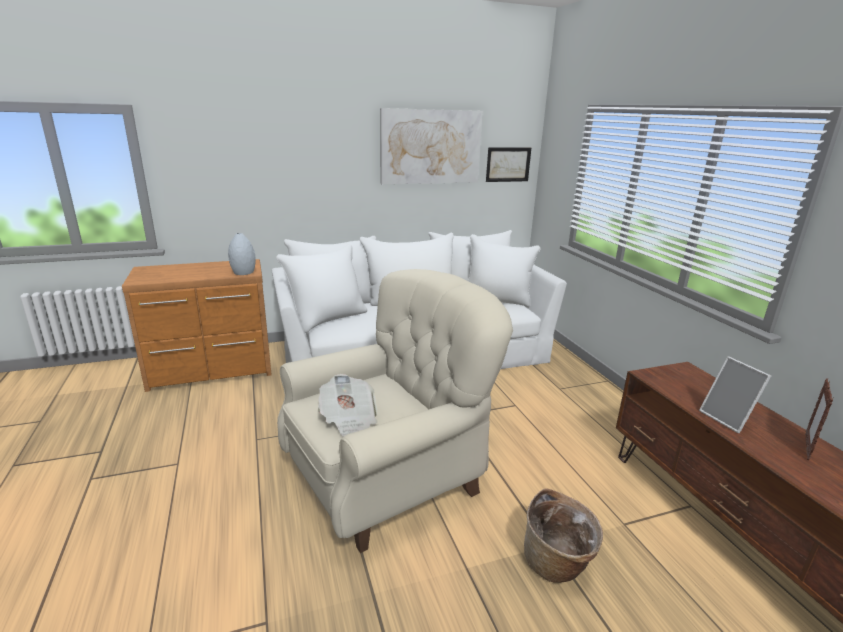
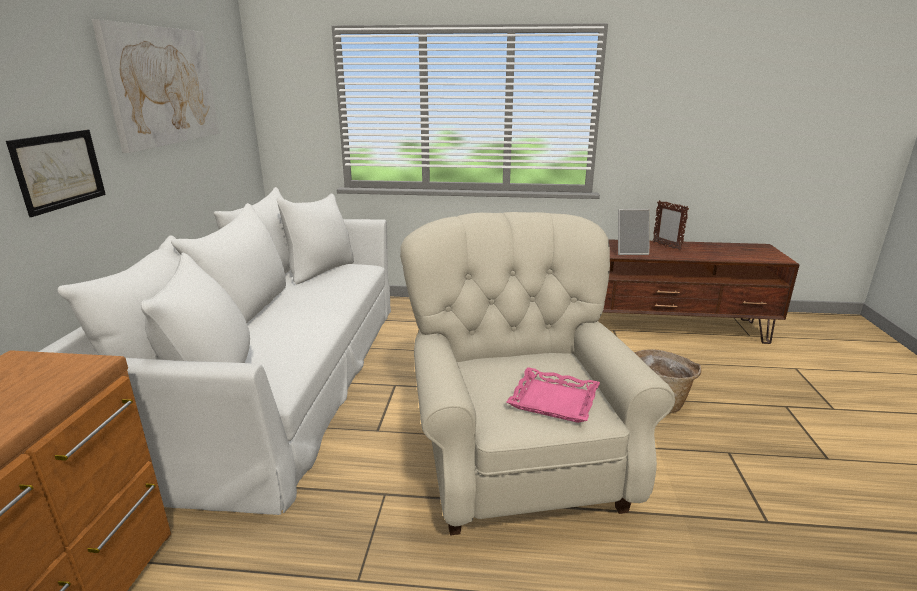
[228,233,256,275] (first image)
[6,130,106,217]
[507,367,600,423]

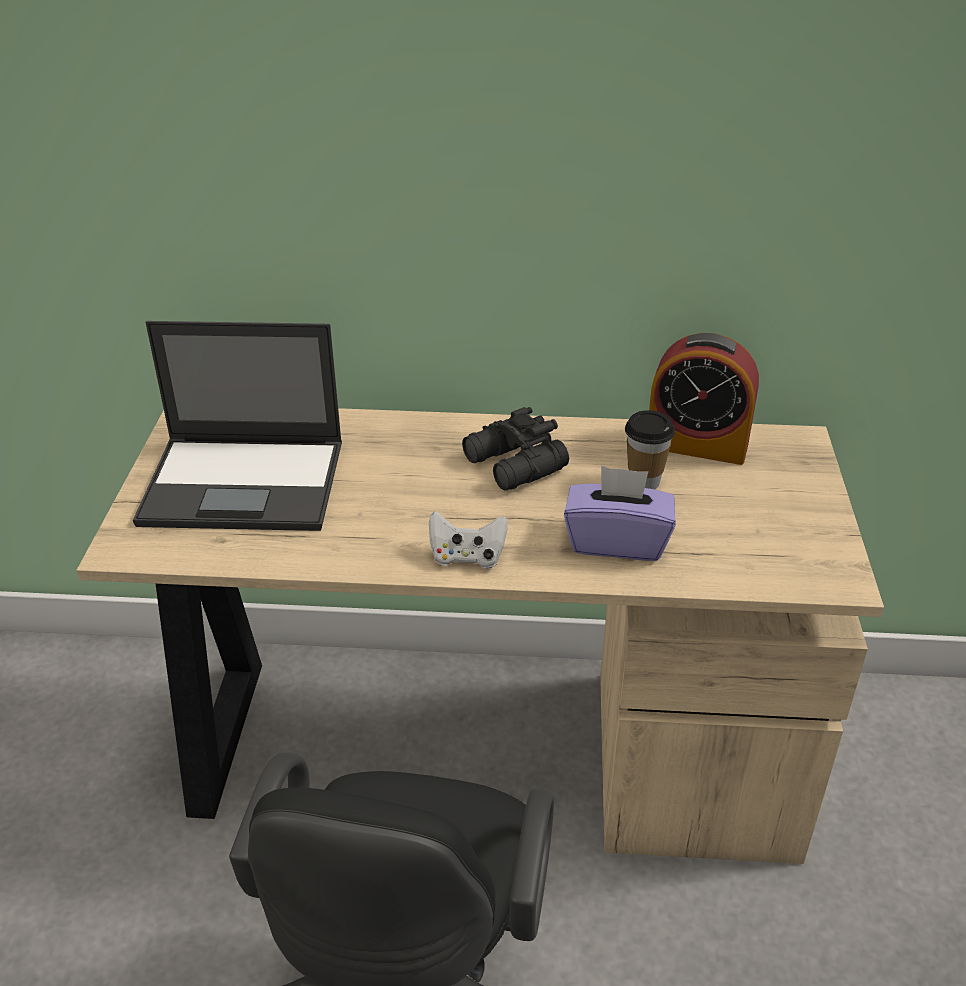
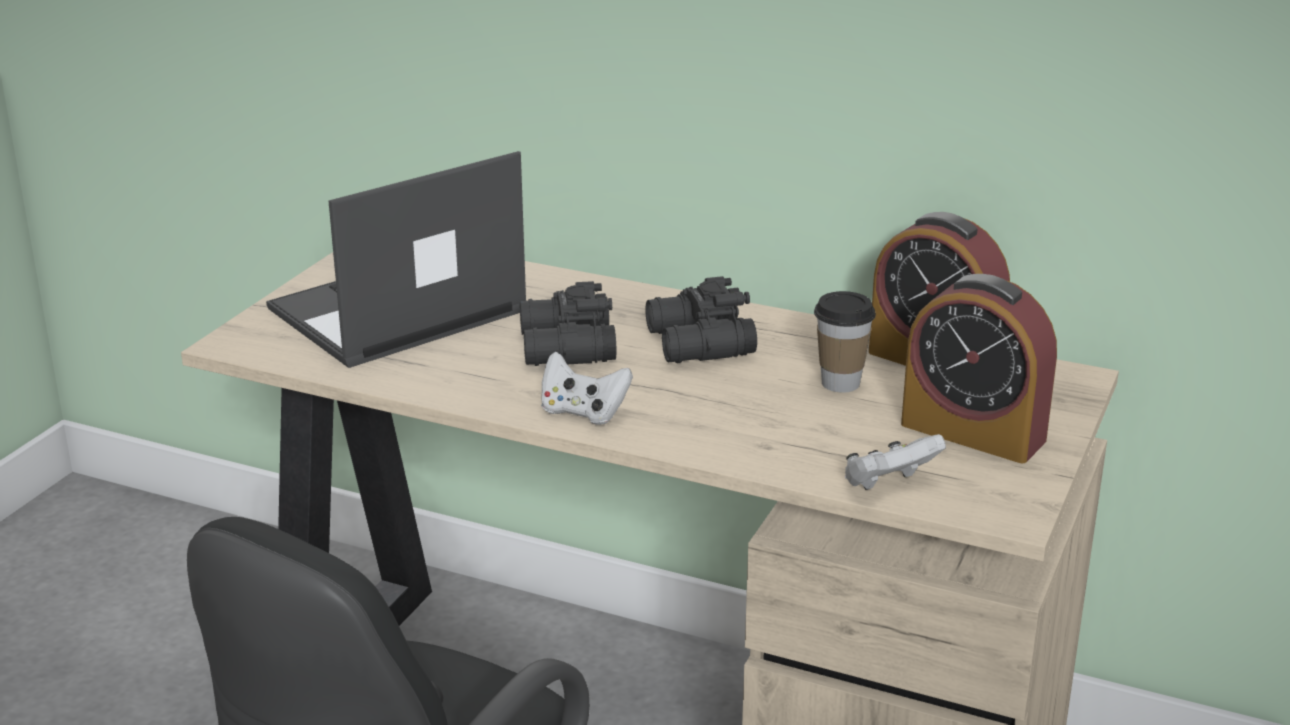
[564,466,676,561] (first image)
[520,281,616,366]
[845,434,946,490]
[901,274,1057,463]
[266,151,526,368]

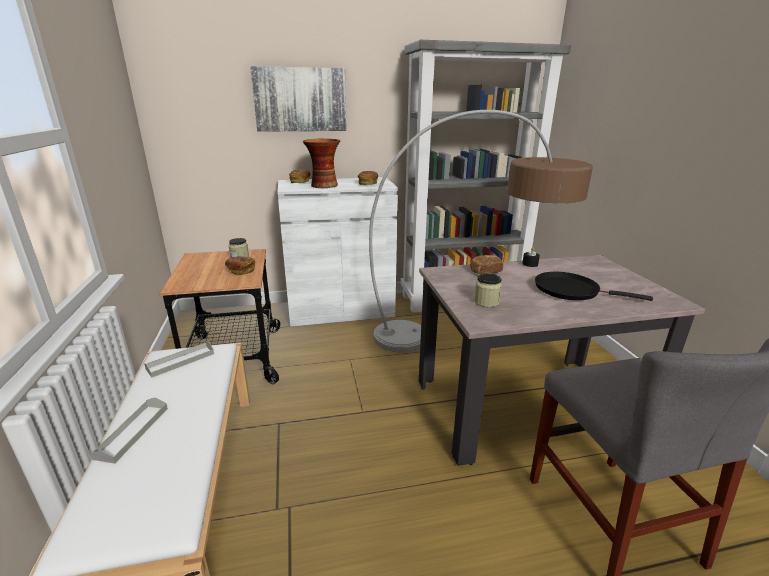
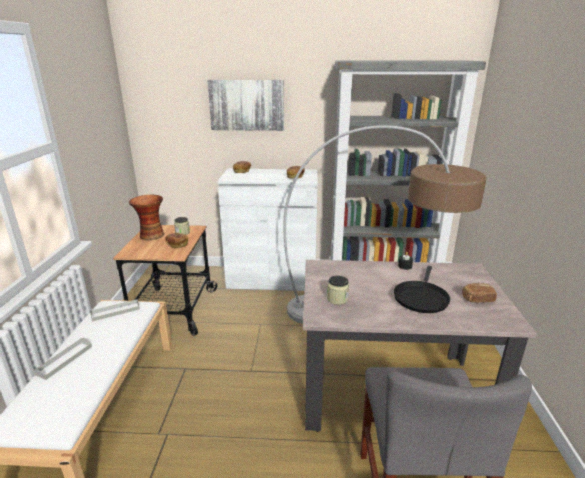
[129,195,164,240]
[462,283,497,303]
[394,266,450,313]

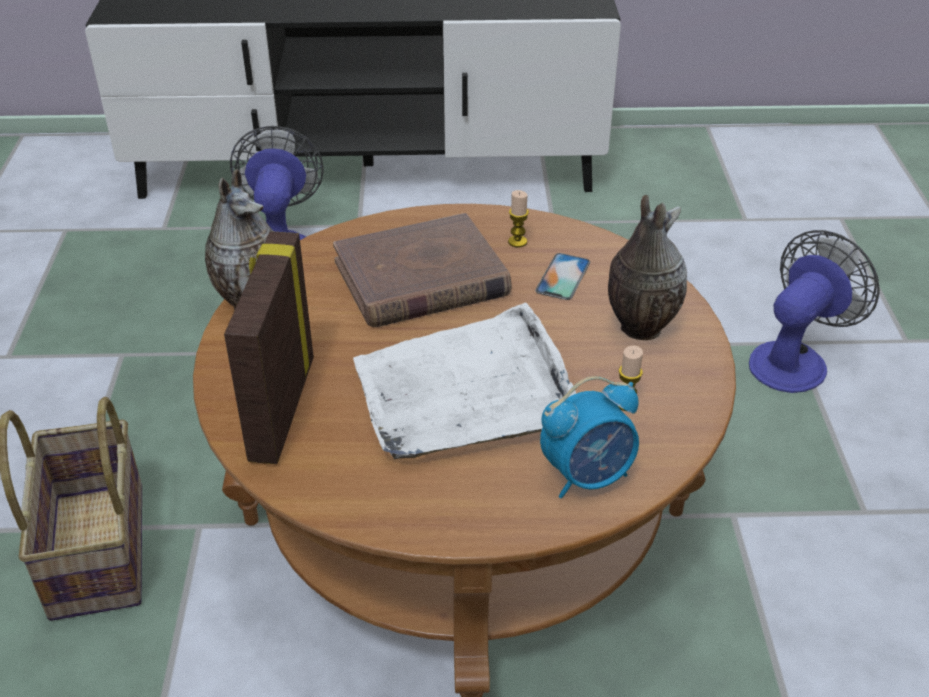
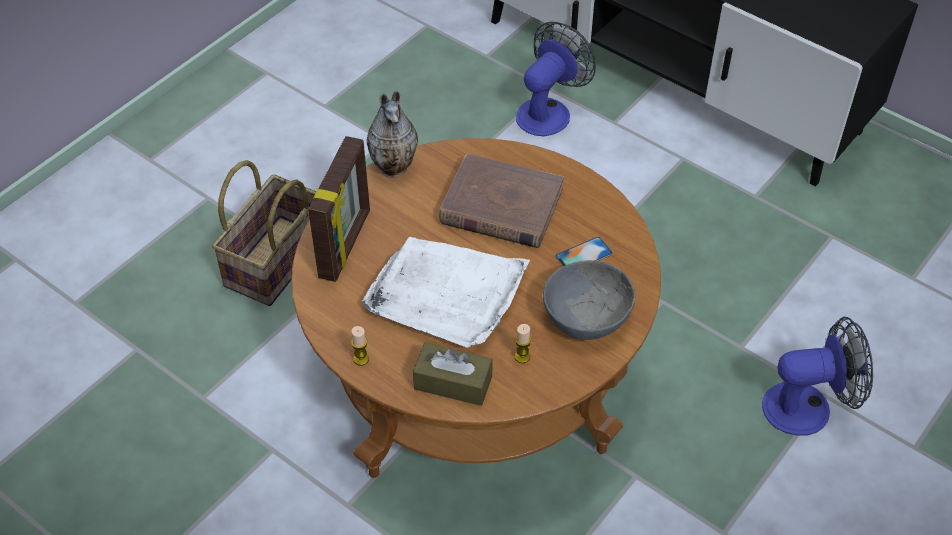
[351,326,369,366]
[413,342,493,406]
[543,260,635,340]
[308,136,370,282]

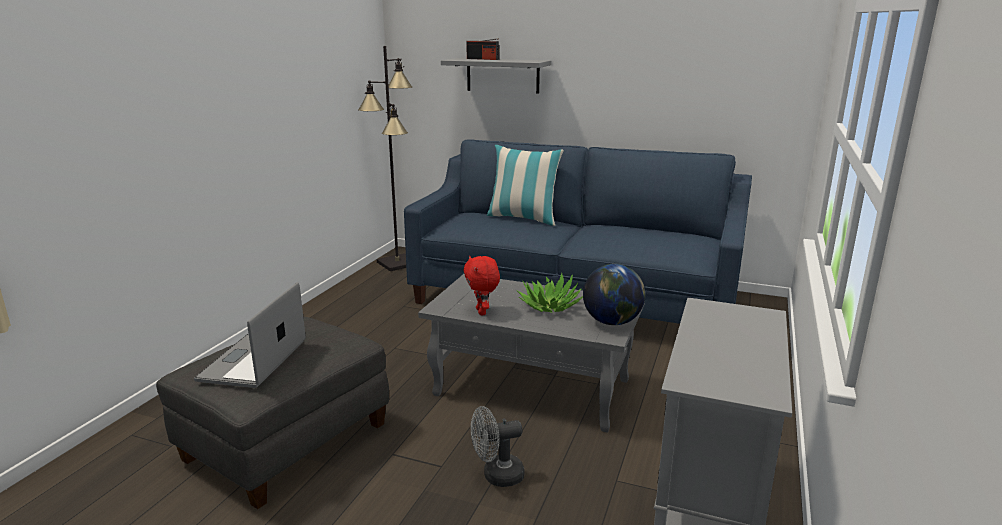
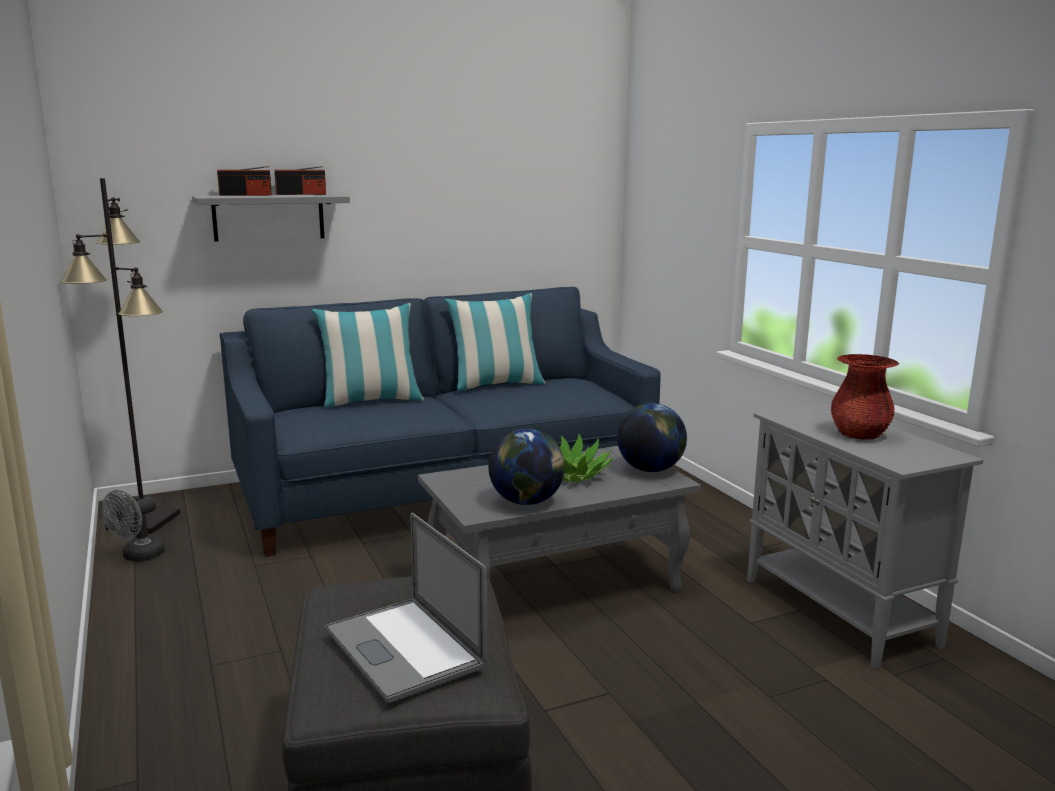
[275,166,326,195]
[444,293,546,391]
[831,354,899,439]
[102,490,165,561]
[489,429,565,505]

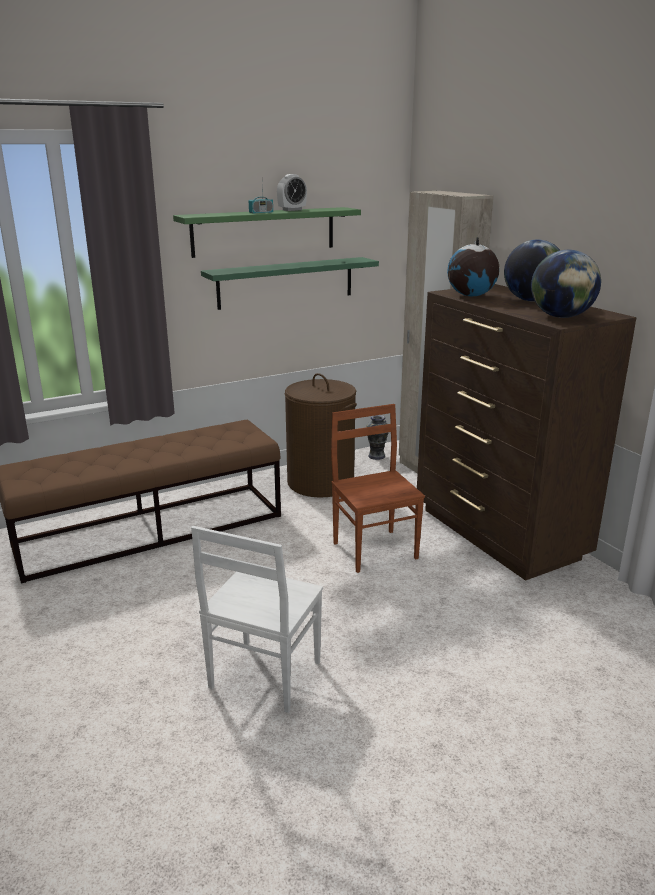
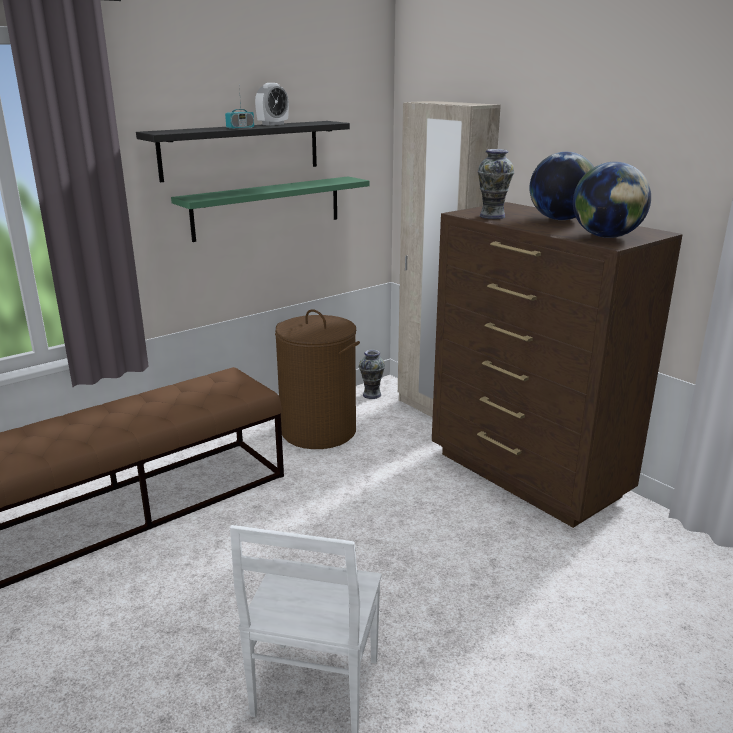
[331,404,425,573] (first image)
[478,149,514,219]
[136,121,350,182]

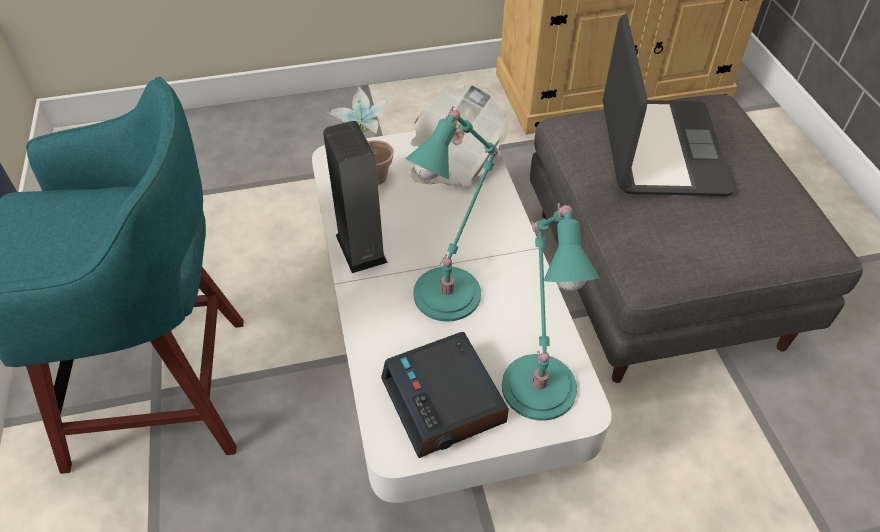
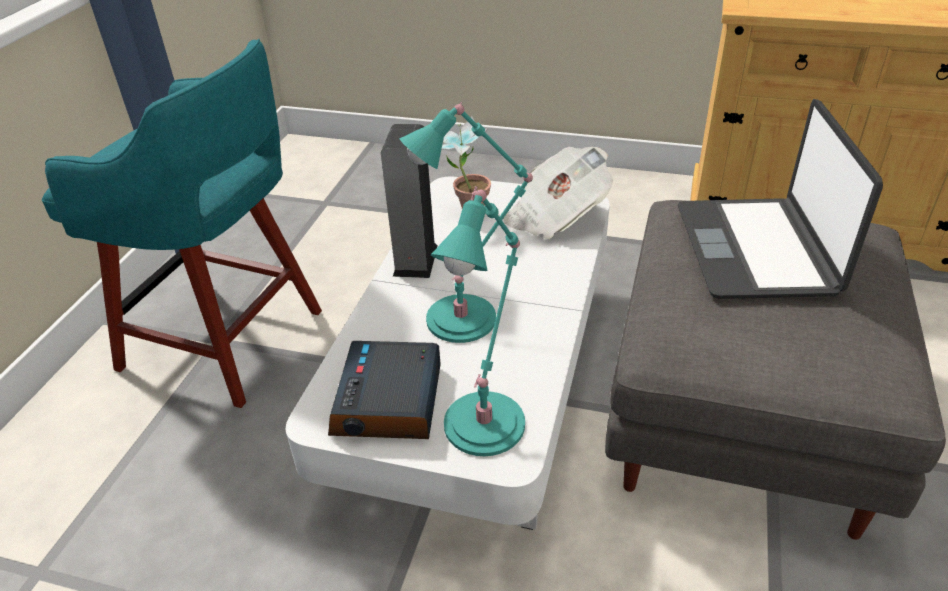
[678,99,883,299]

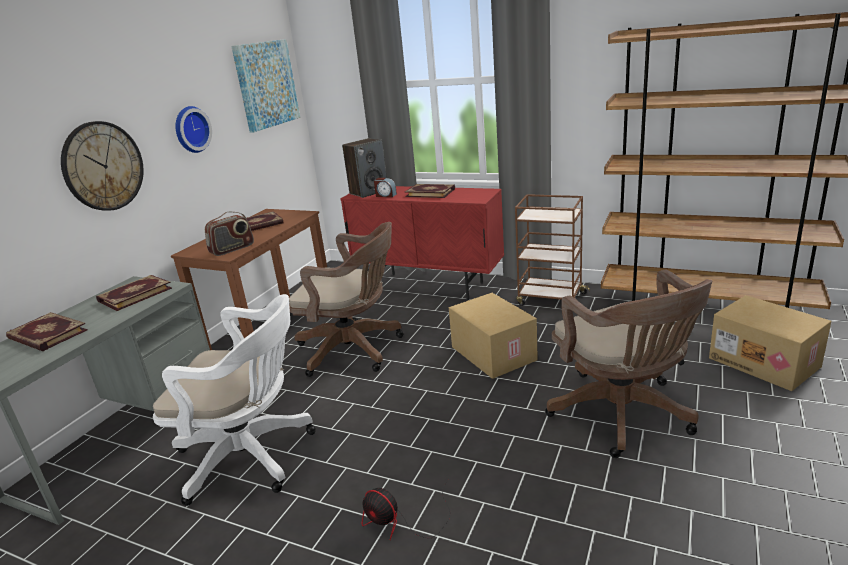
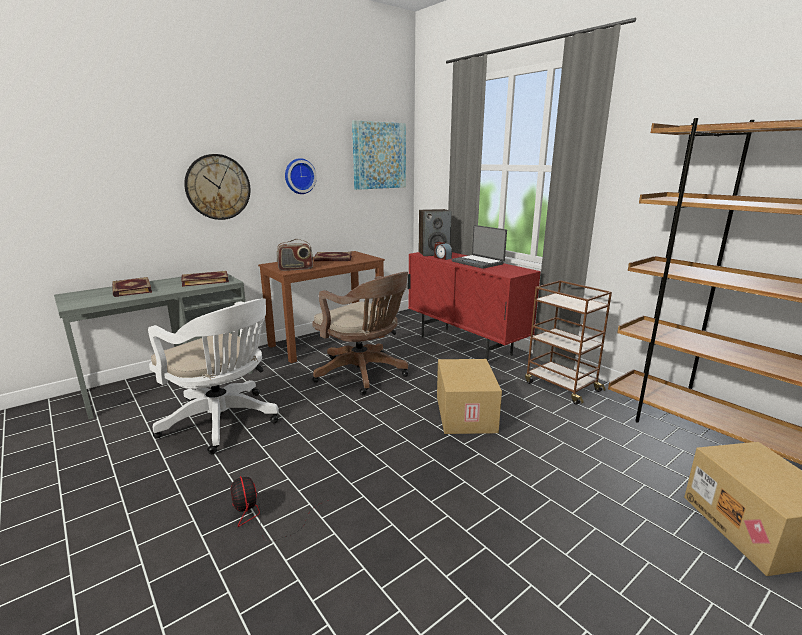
[545,270,712,458] (first image)
[451,225,507,269]

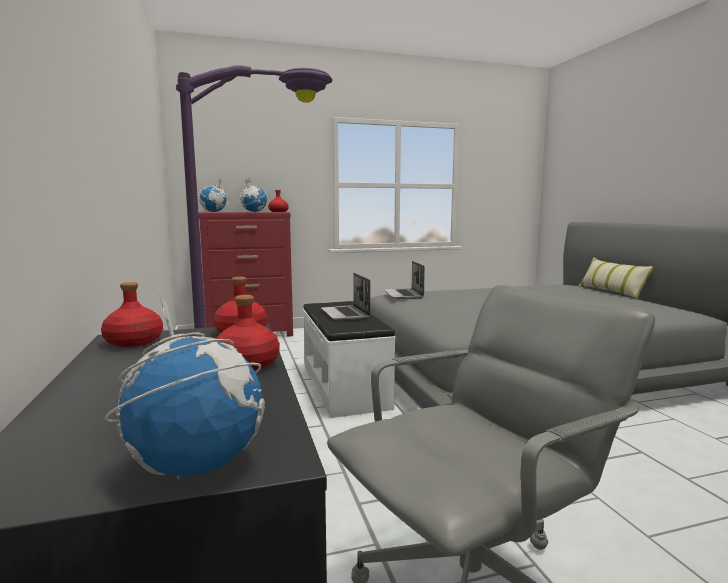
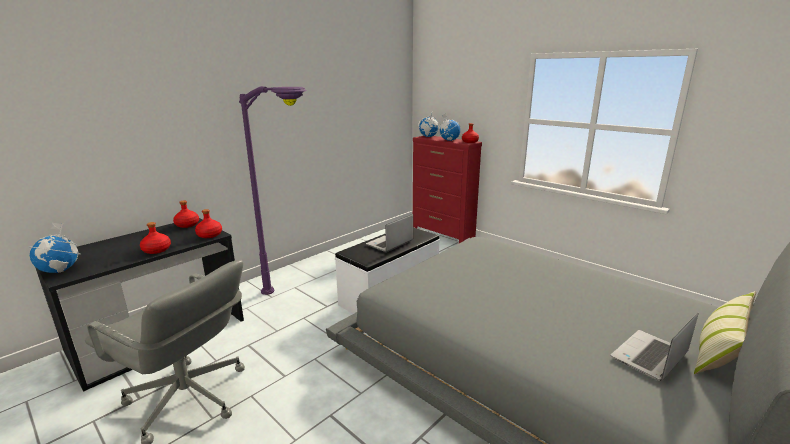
[611,313,698,381]

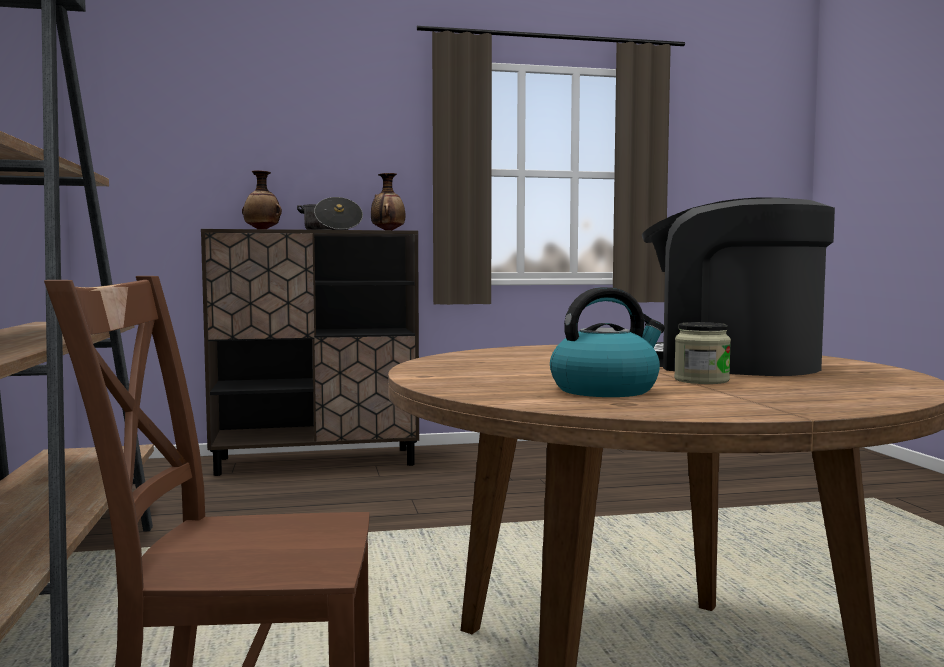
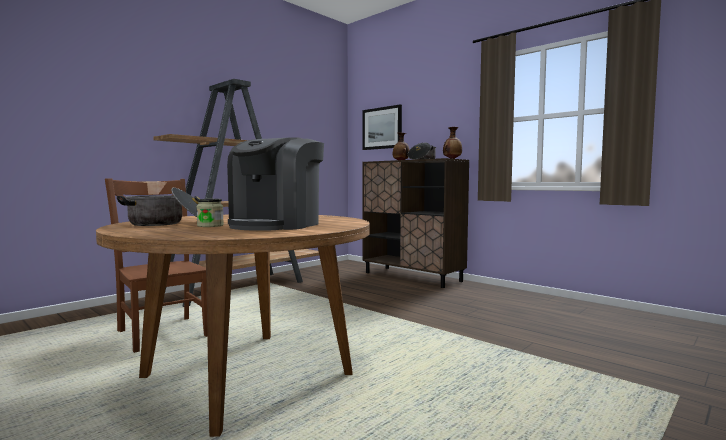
[362,105,402,150]
[117,188,200,226]
[227,137,324,231]

